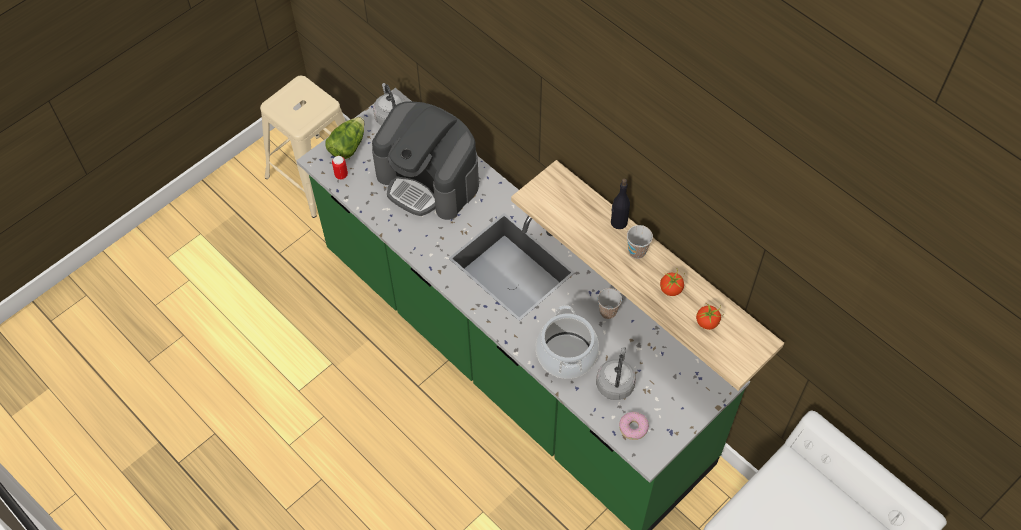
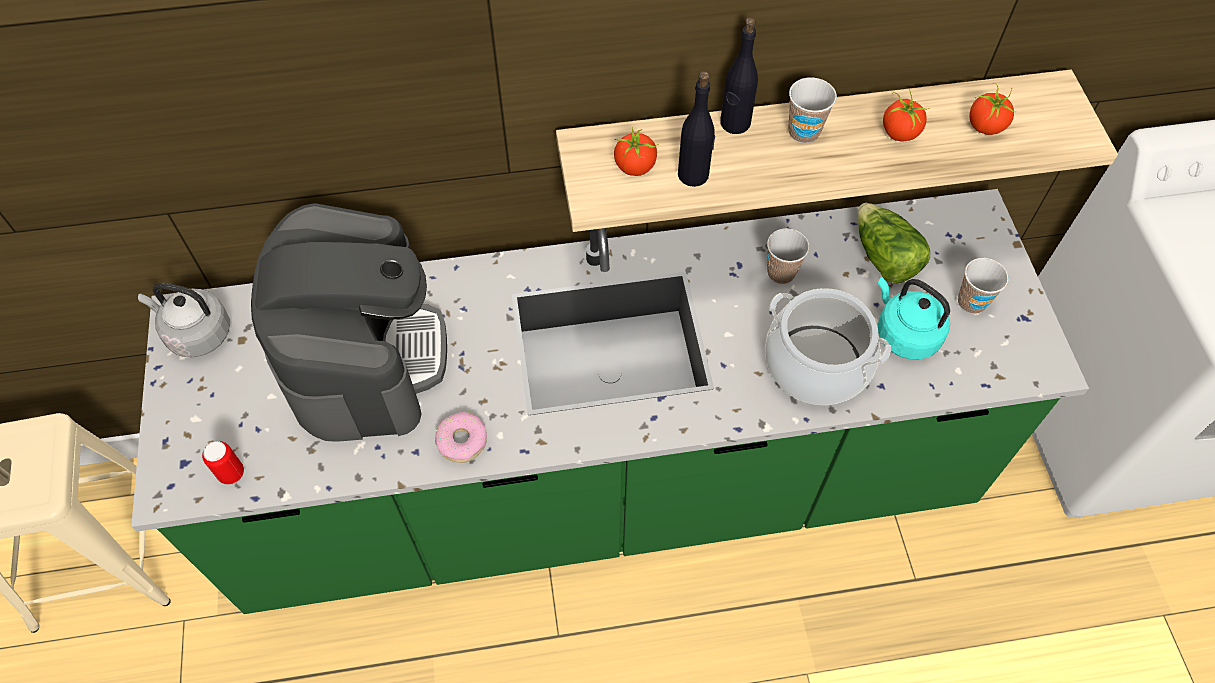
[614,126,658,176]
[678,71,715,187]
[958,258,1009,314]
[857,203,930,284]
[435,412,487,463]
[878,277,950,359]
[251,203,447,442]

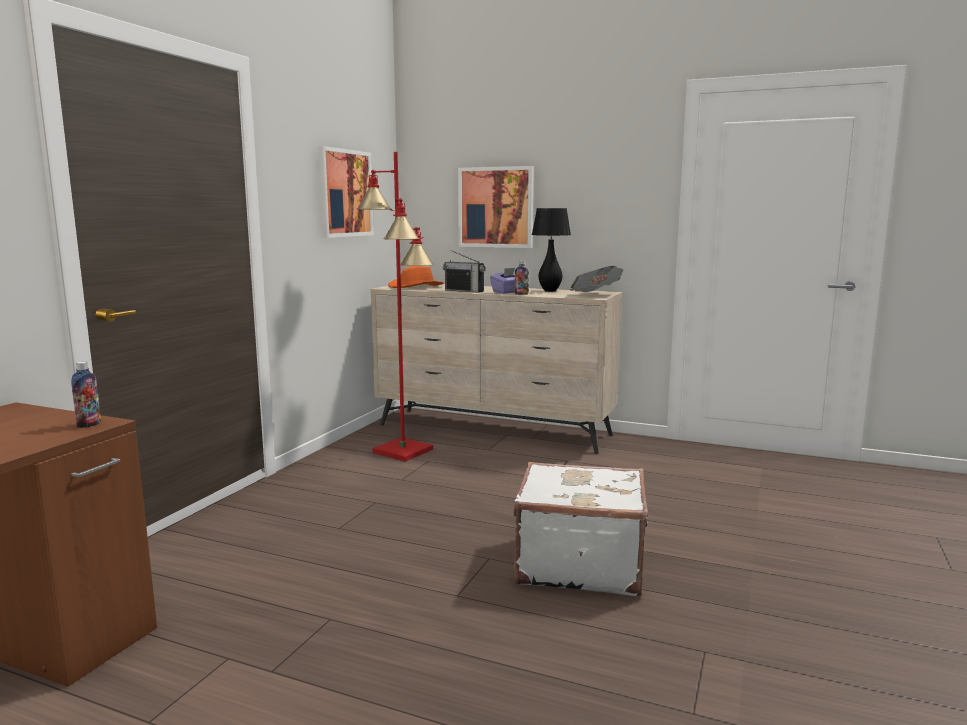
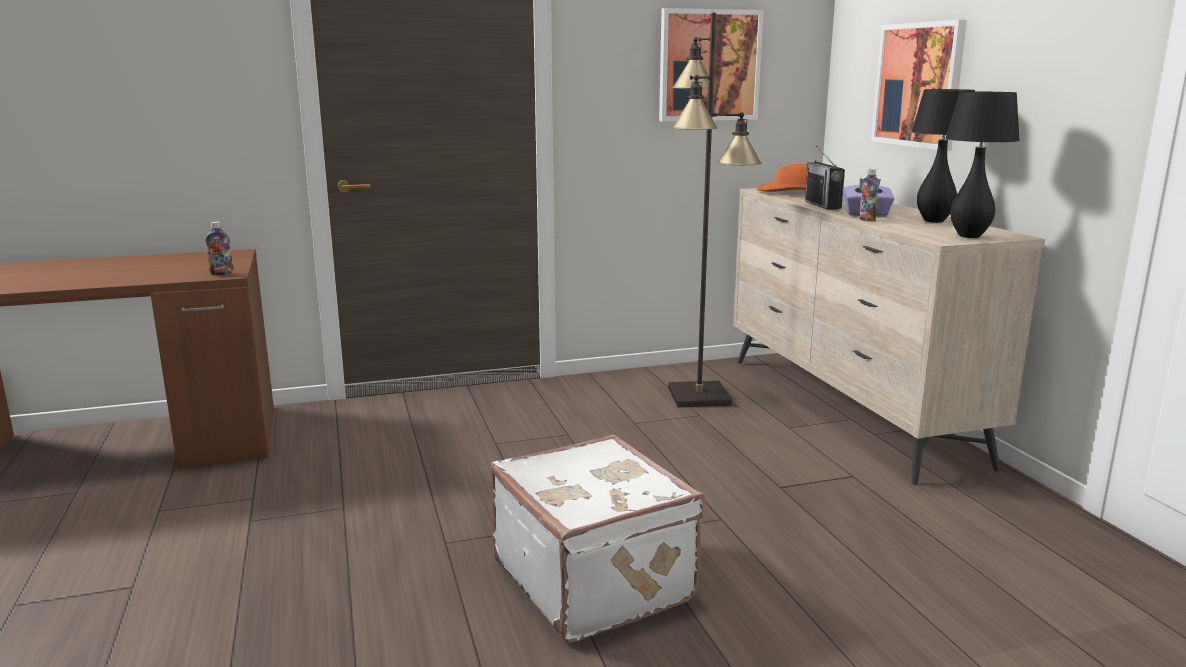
[945,92,1020,238]
[668,13,762,407]

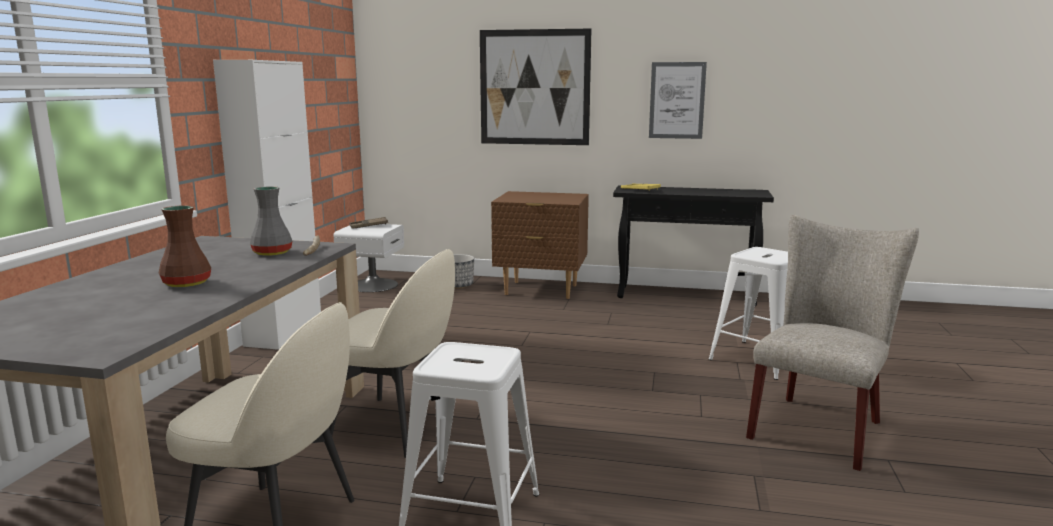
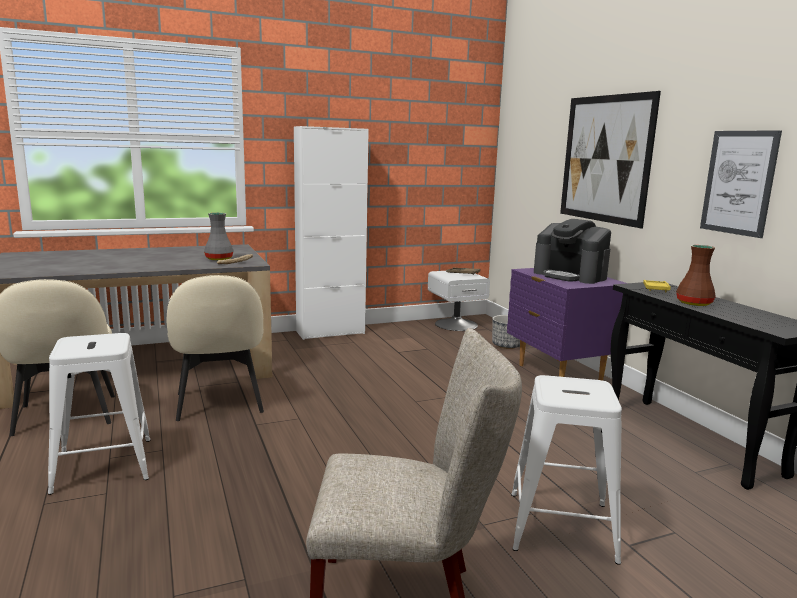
[534,219,611,284]
[676,245,716,306]
[507,268,626,381]

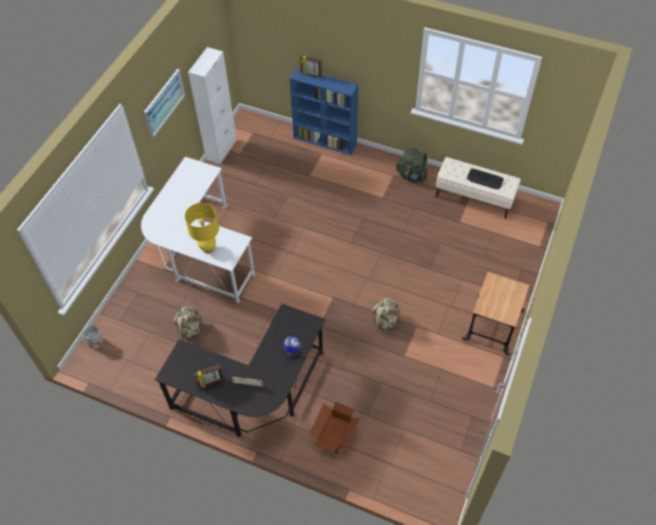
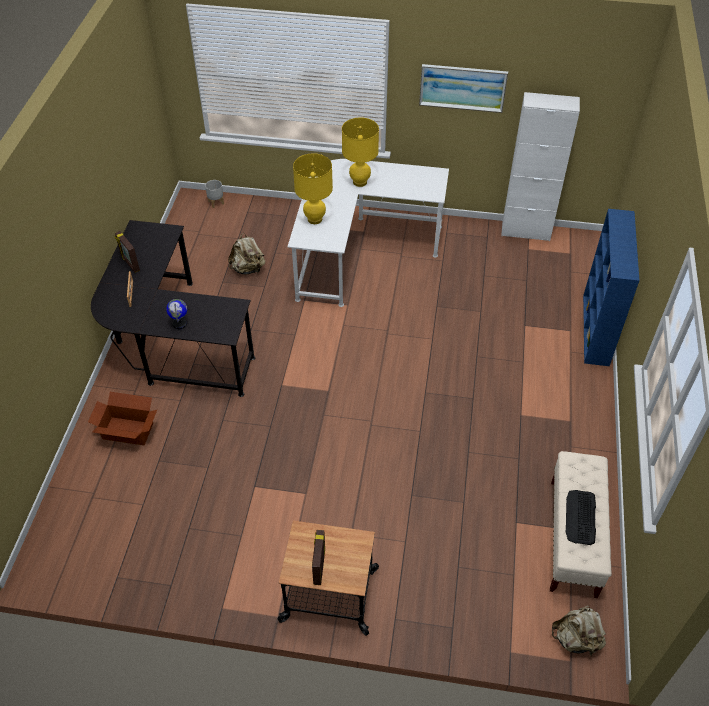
[396,148,428,183] (first image)
[342,117,379,187]
[312,530,325,585]
[552,605,606,657]

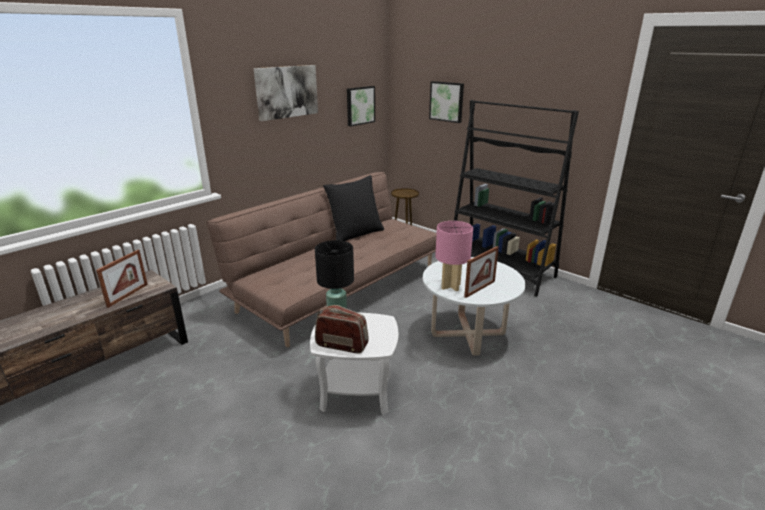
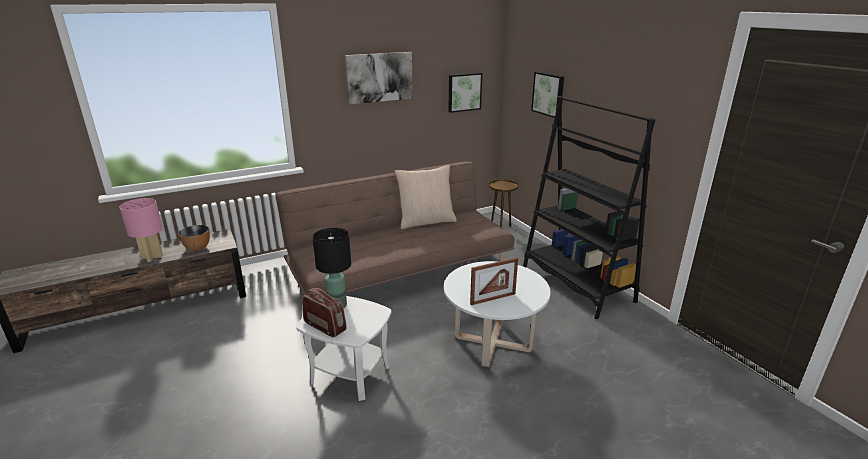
[120,198,163,262]
[178,225,210,251]
[394,165,457,229]

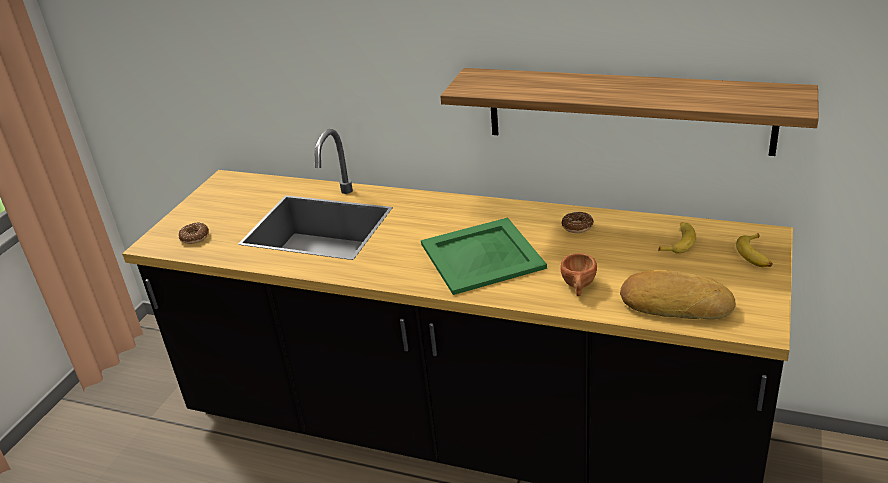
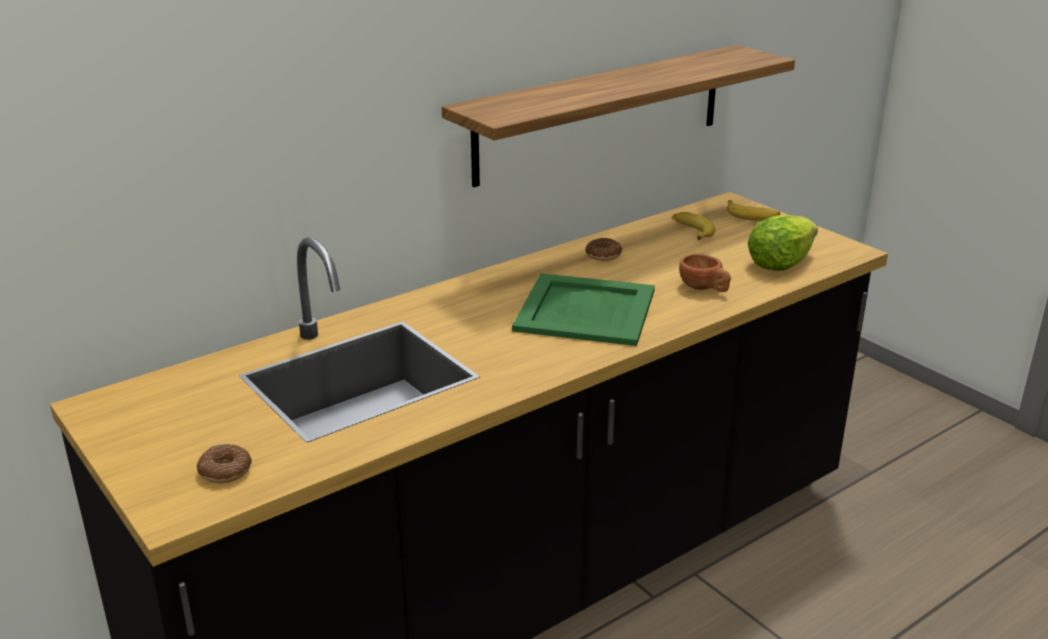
[747,215,818,271]

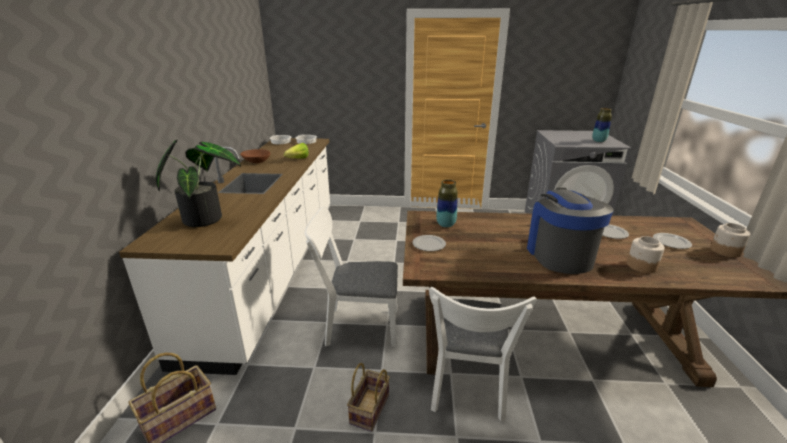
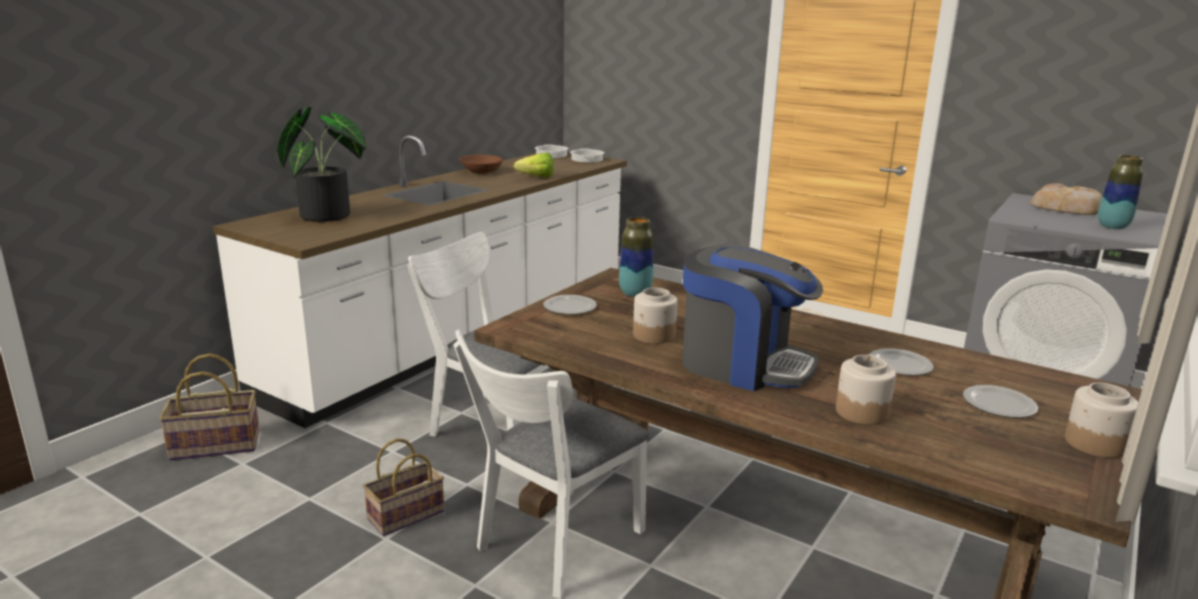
[633,288,678,344]
[1030,183,1102,215]
[683,245,823,391]

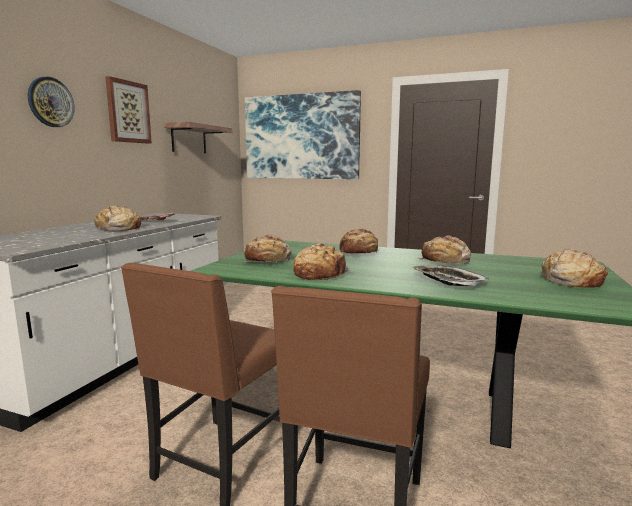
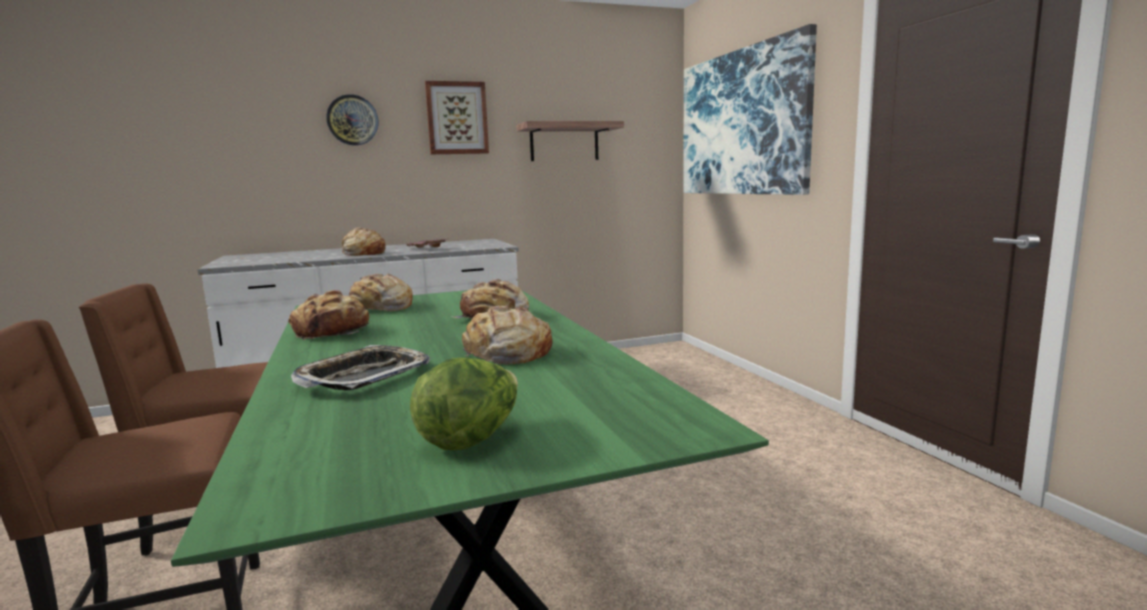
[410,358,518,450]

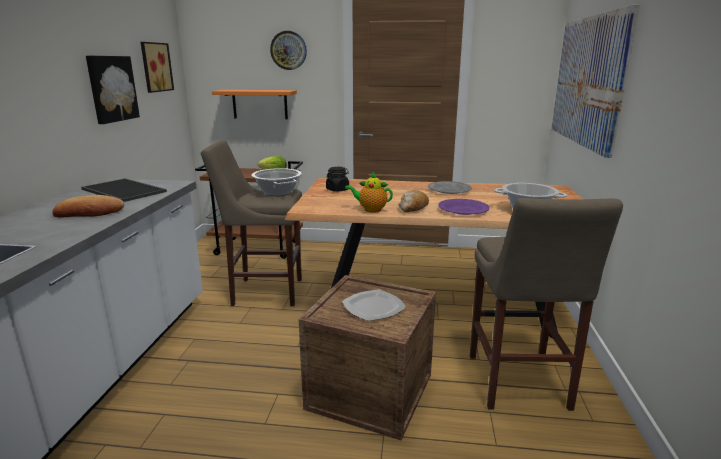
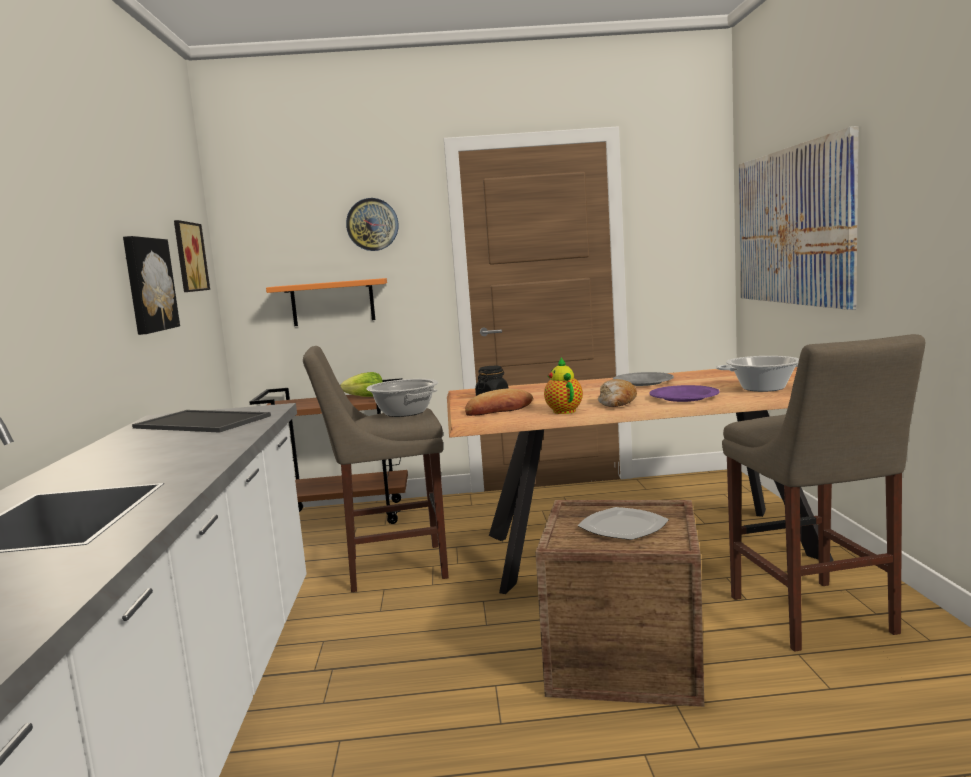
[465,388,533,416]
[544,357,583,414]

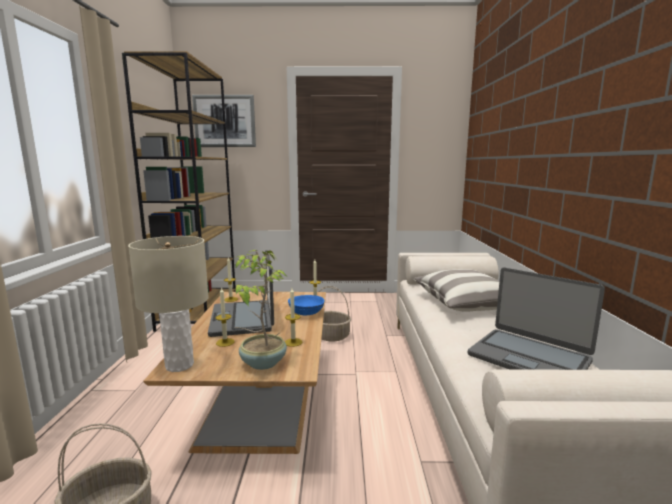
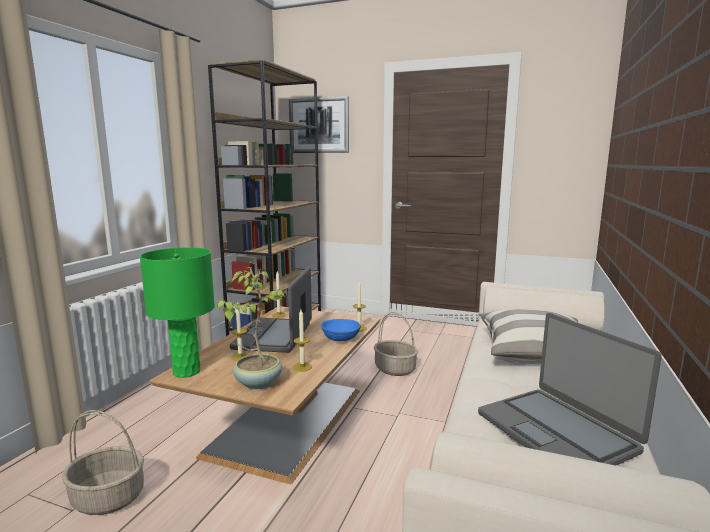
[140,247,215,378]

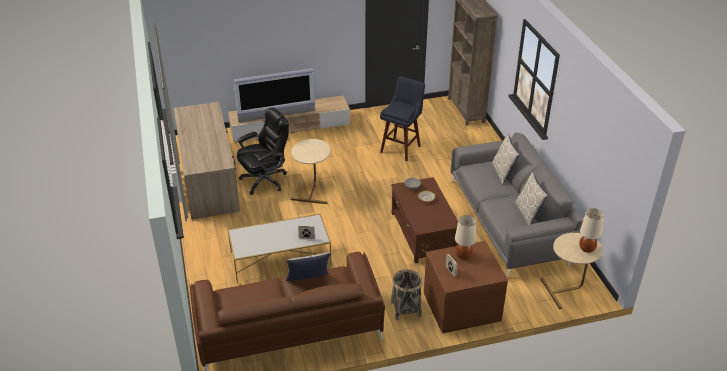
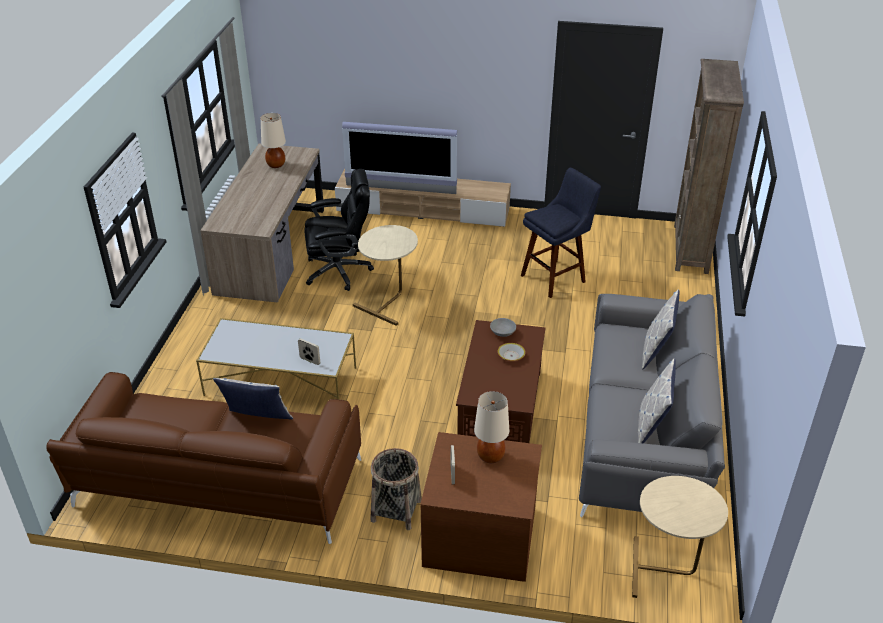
[261,113,286,168]

